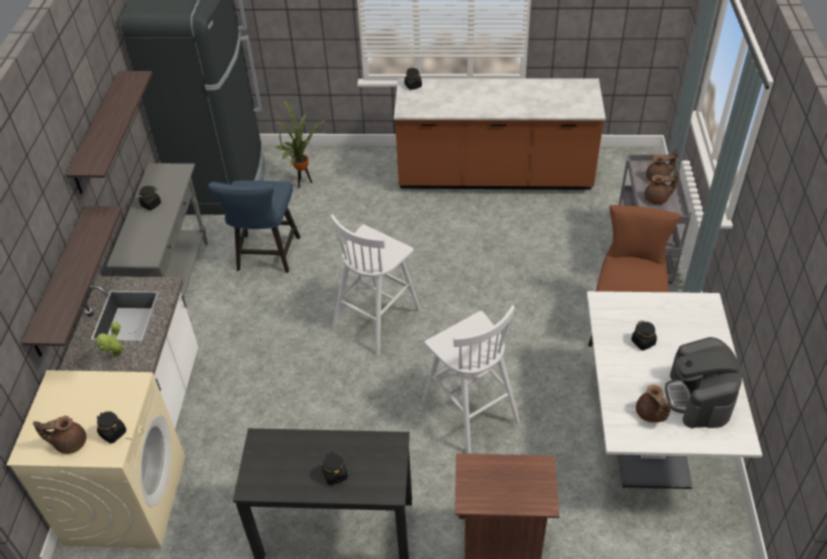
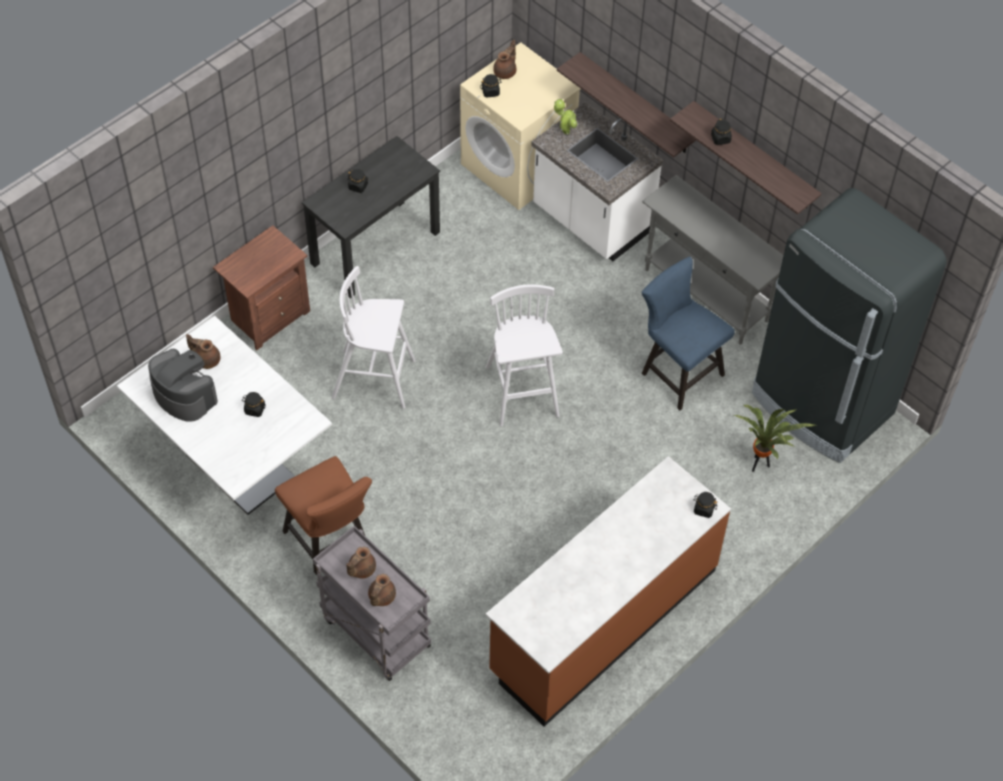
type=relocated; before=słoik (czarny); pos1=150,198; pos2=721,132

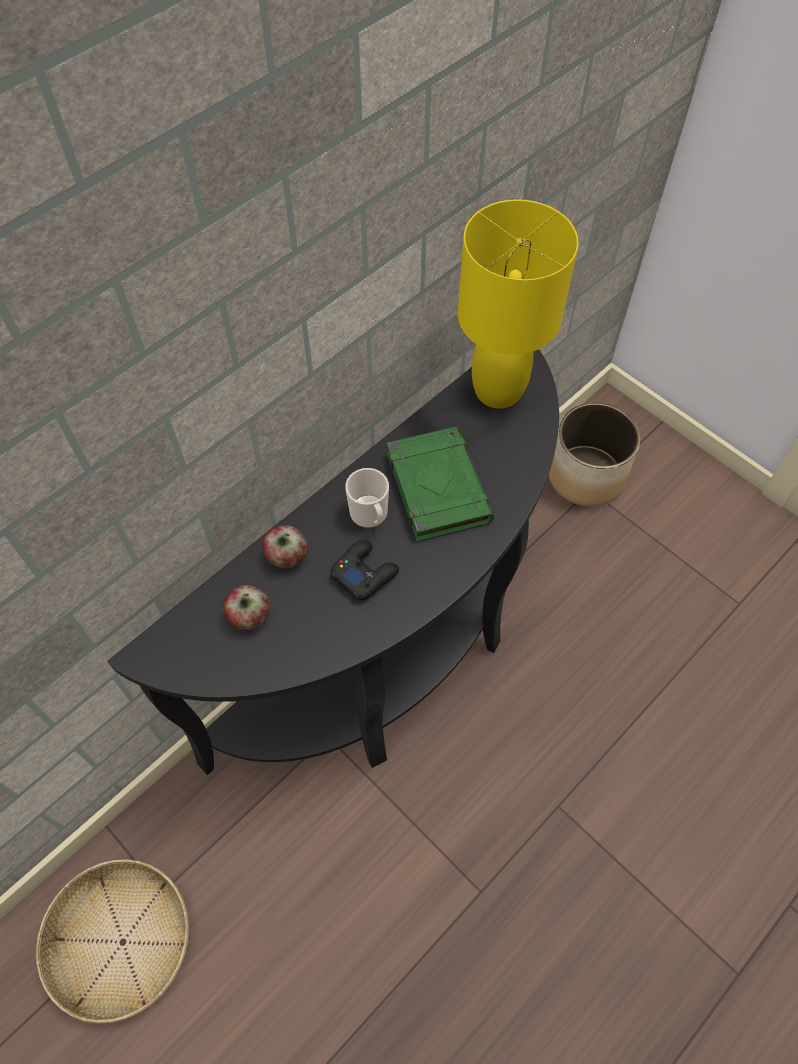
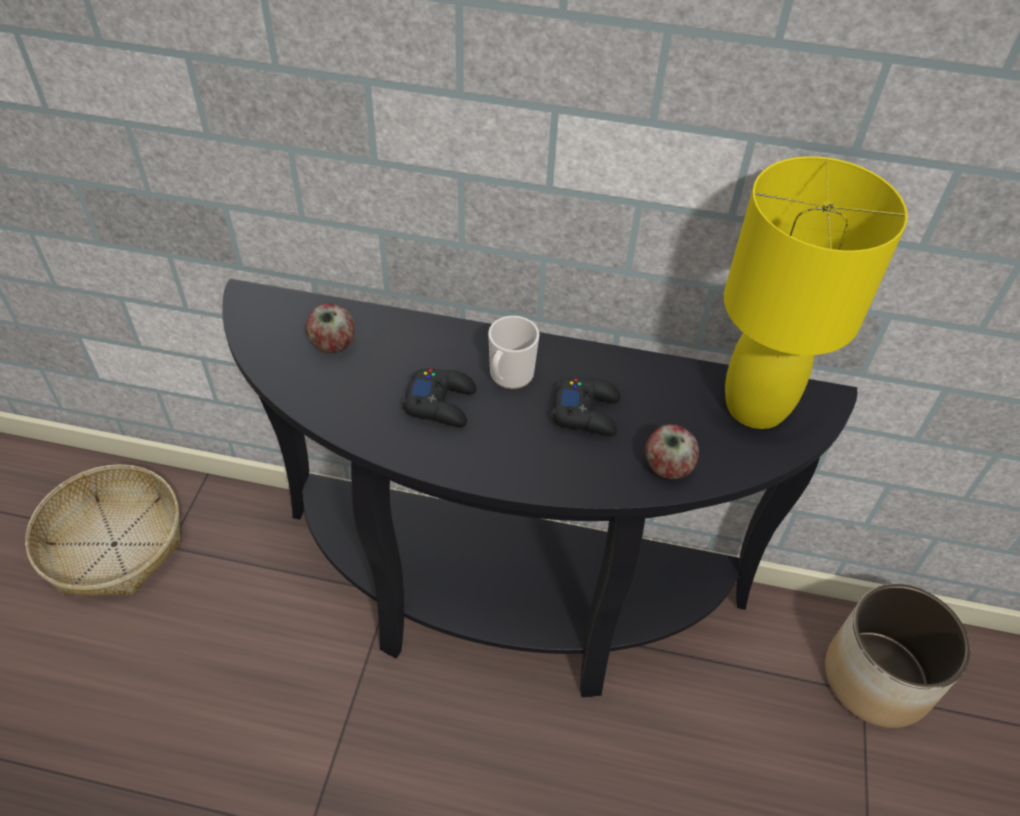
type=exchanged; before=książka (zielony); after=pad do gier (czarny); pos1=440,484; pos2=586,407
type=relocated; before=jabłko; pos1=285,547; pos2=672,451

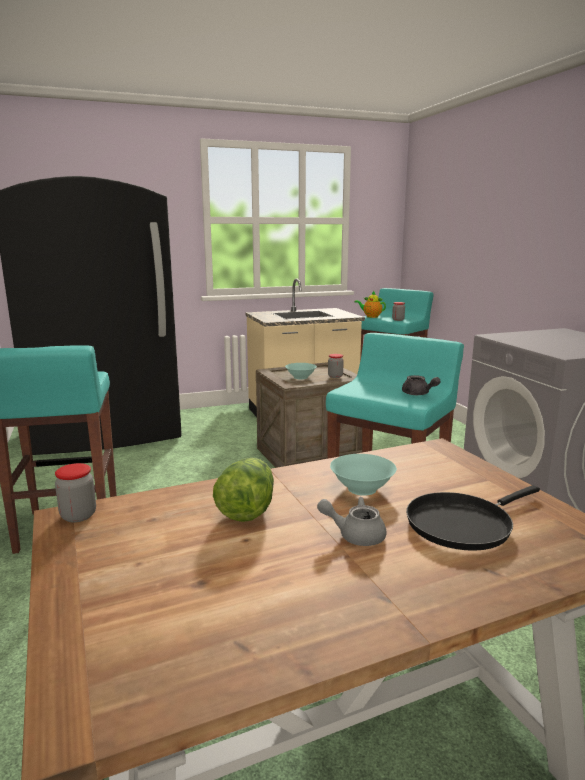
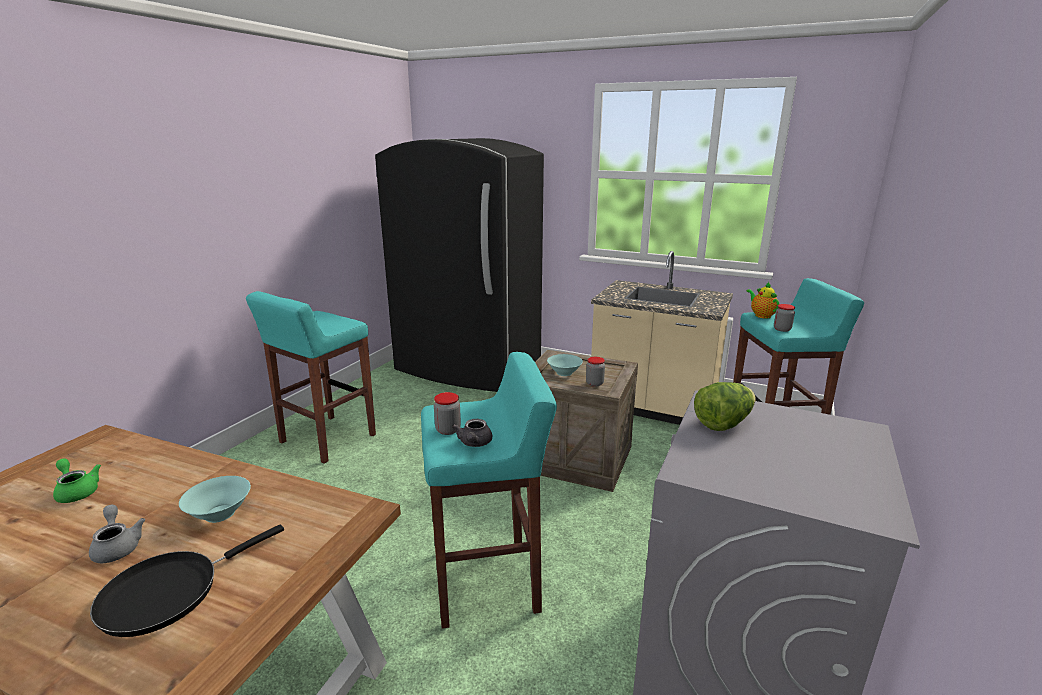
type=relocated; before=sałata; pos1=243,490; pos2=725,406
type=relocated; before=słoik; pos1=75,492; pos2=447,413
type=spun; before=patelnia (czarny); pos1=473,518; pos2=187,581; turn=-60
type=appeared; after=imbryk (zielony); pos2=77,481

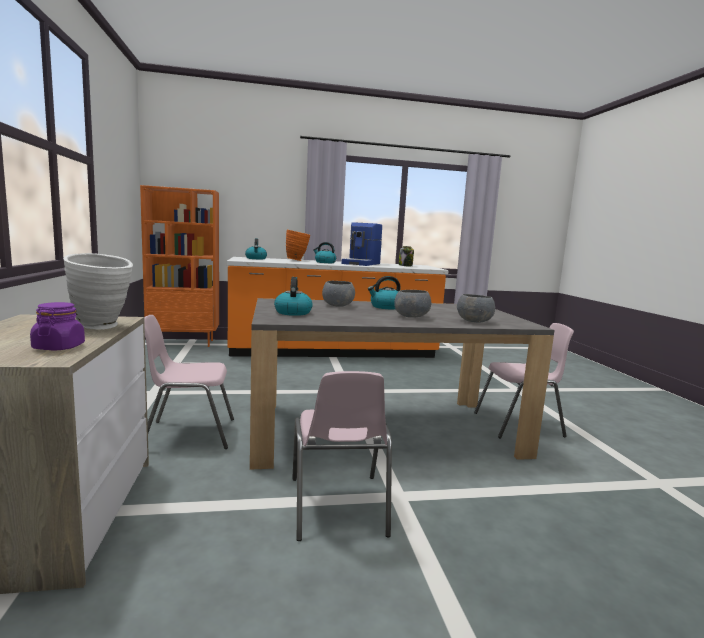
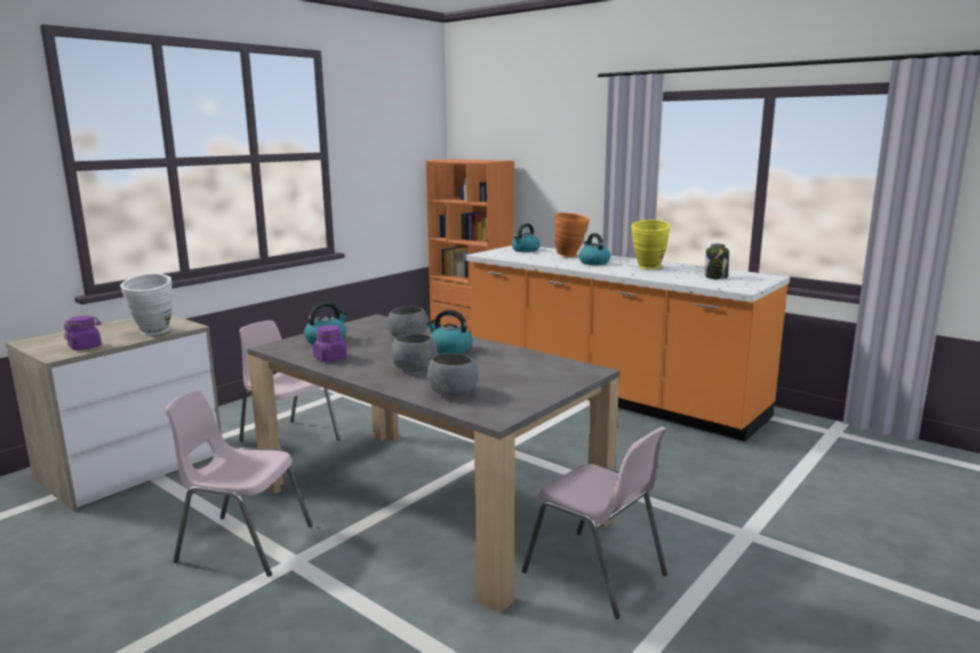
type=exchanged; before=ekspres do kawy; after=wazon (żółty); pos1=361,244; pos2=650,244
type=spun; before=krzesło (różowy); pos1=342,456; pos2=238,483; turn=60
type=appeared; after=słoik (fioletowy); pos2=330,343

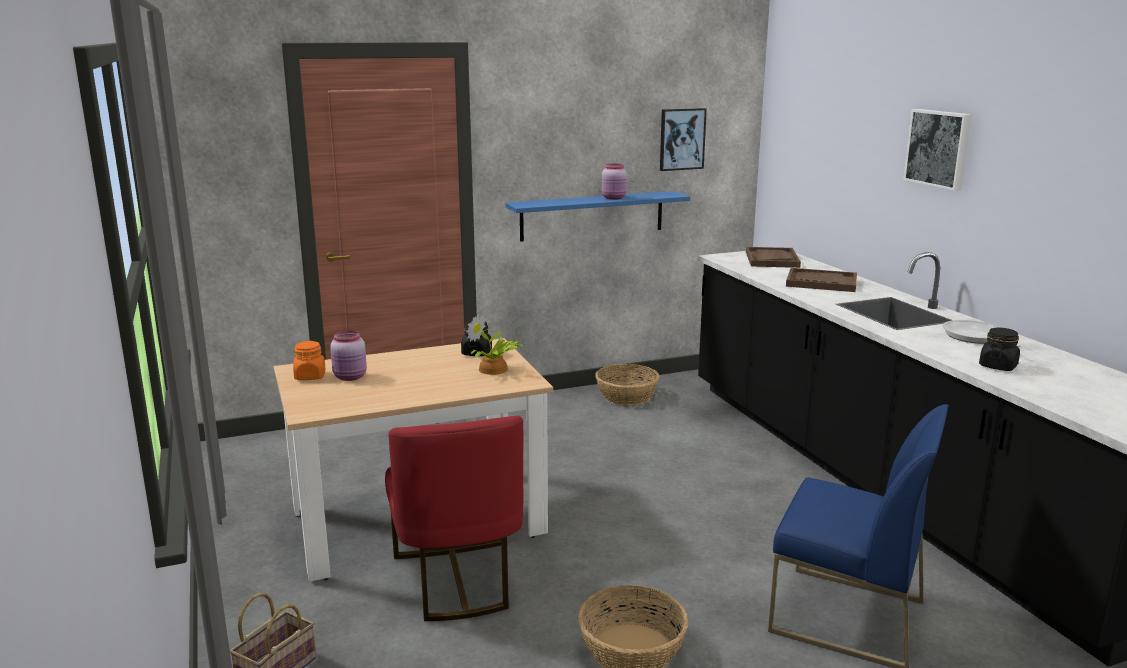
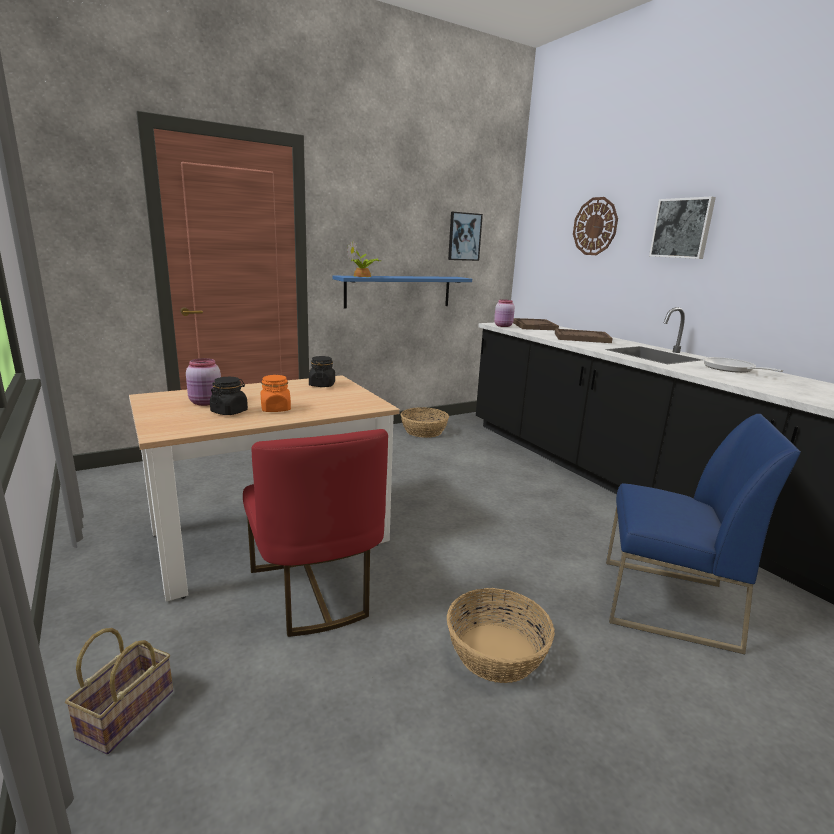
type=relocated; before=słoik (różowy); pos1=614,182; pos2=504,313
type=relocated; before=roślina doniczkowa; pos1=495,344; pos2=364,258
type=relocated; before=słoik (czarny); pos1=999,349; pos2=229,396
type=relocated; before=słoik (pomarańczowy); pos1=309,360; pos2=276,393
type=appeared; after=zegar ścienny; pos2=595,226

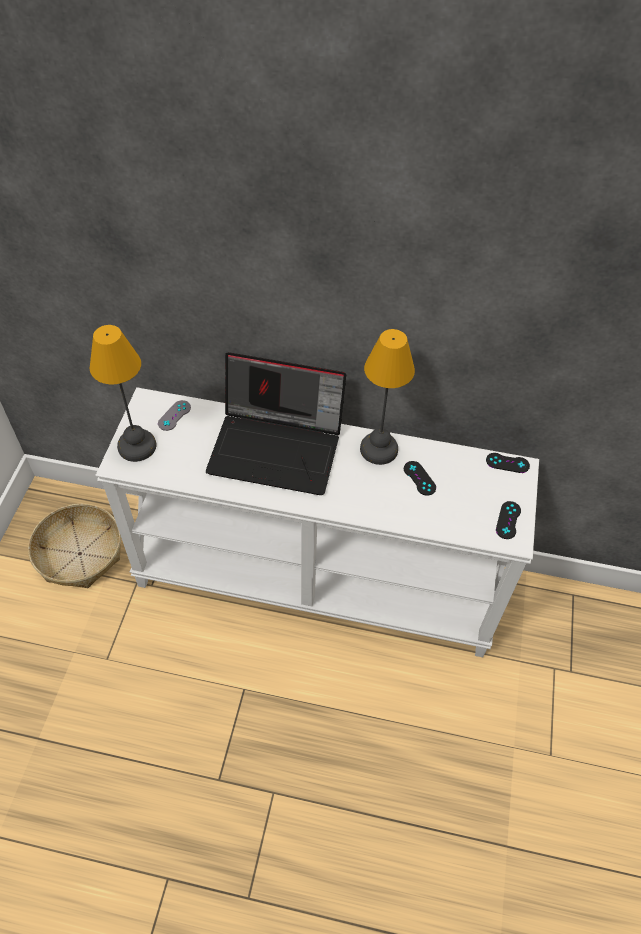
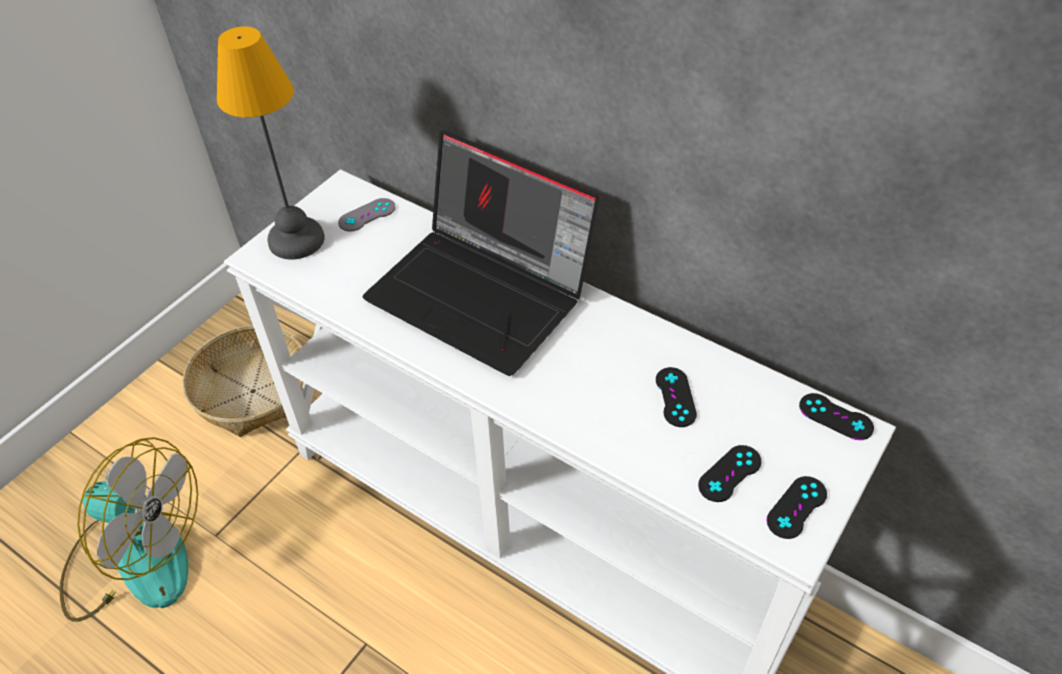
type=missing; before=lampa stołowa; pos1=387,397
type=appeared; after=wentylator; pos2=129,529
type=appeared; after=pad do gier (czarny); pos2=730,473

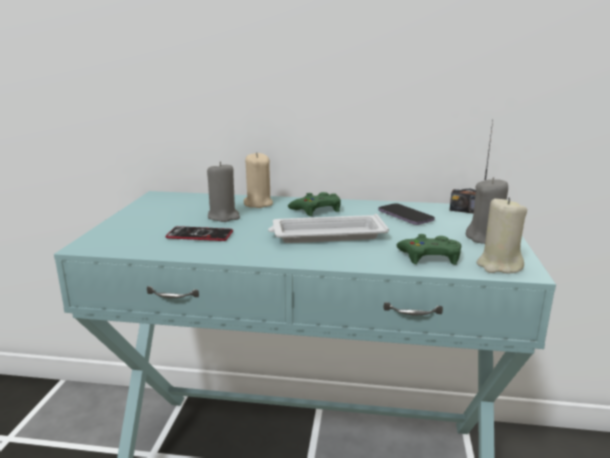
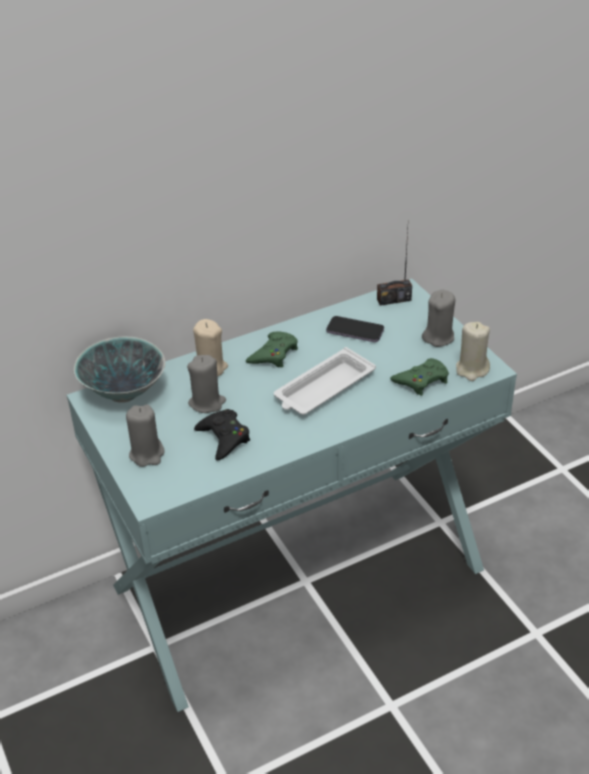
type=exchanged; before=telefon; after=pad do gier (czarny); pos1=199,233; pos2=222,435
type=appeared; after=miska; pos2=119,369
type=appeared; after=świeca (szary); pos2=145,436

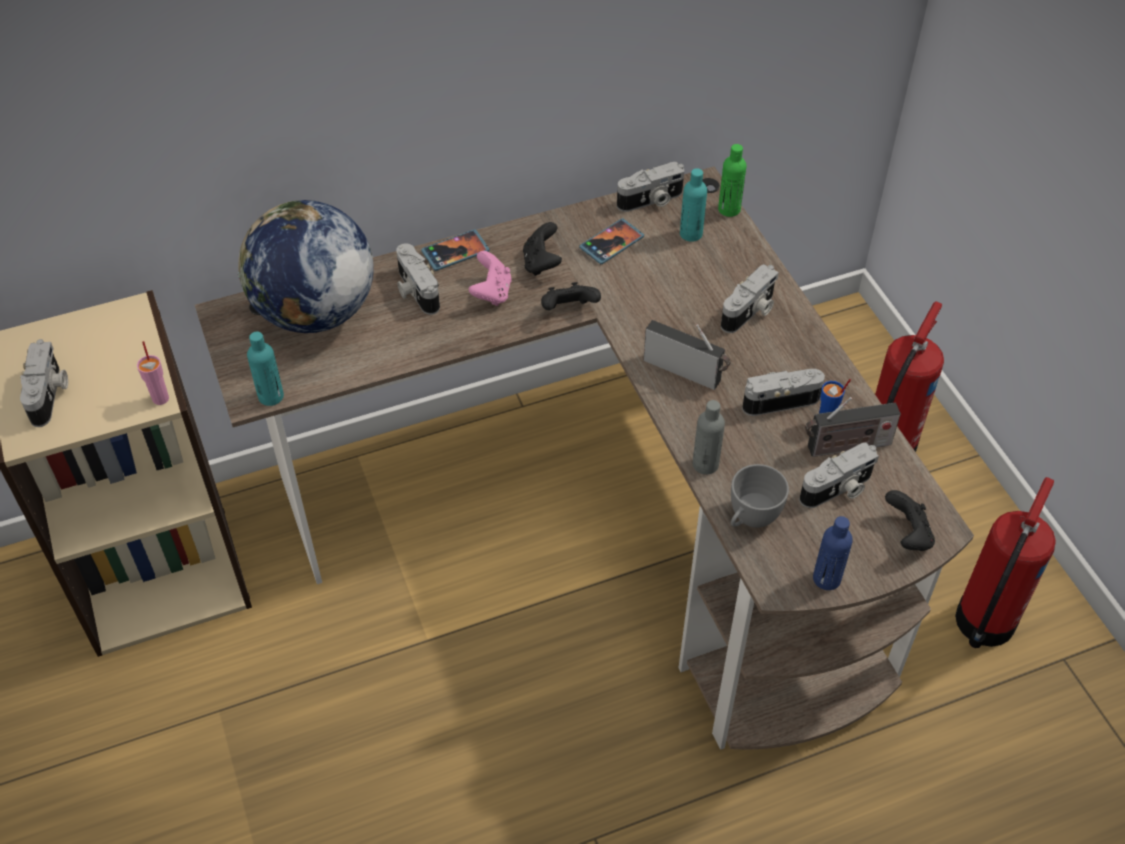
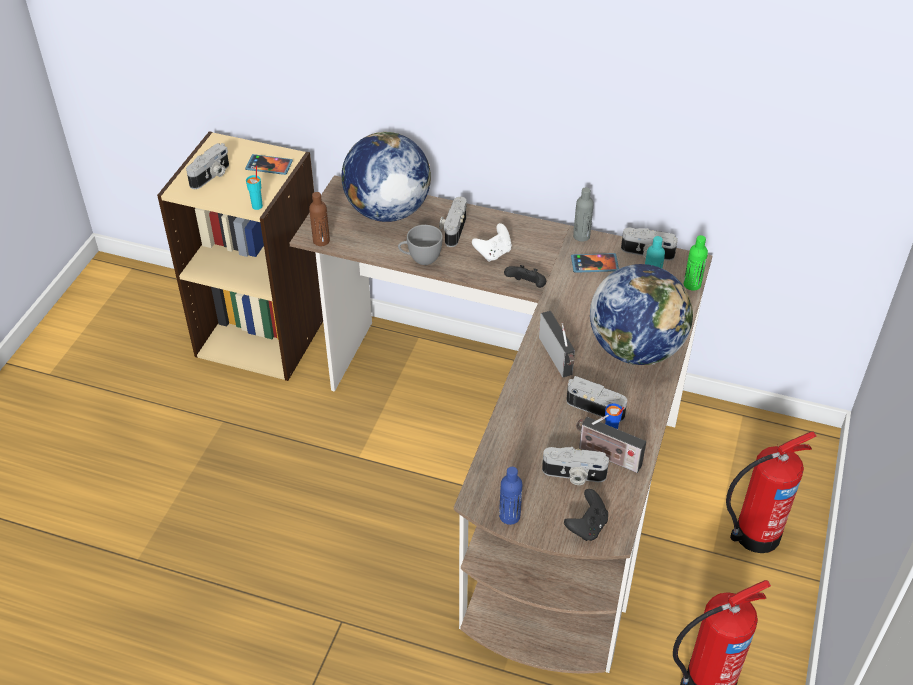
type=missing; before=pad do gier (czarny); pos1=542,249
type=relocated; before=telefon; pos1=455,250; pos2=269,164
type=colour; before=pad do gier (różowy); after=pad do gier (biały); pos1=490,278; pos2=492,242
type=exchanged; before=aparat fotograficzny; after=globus; pos1=750,298; pos2=641,314
type=colour; before=butelka (turkusowy); after=butelka (brązowy); pos1=265,369; pos2=319,219
type=colour; before=filiżanka (różowy); after=filiżanka (turkusowy); pos1=153,373; pos2=254,187
type=relocated; before=butelka (szary); pos1=709,437; pos2=583,214
type=relocated; before=filiżanka (szary); pos1=760,496; pos2=420,245

